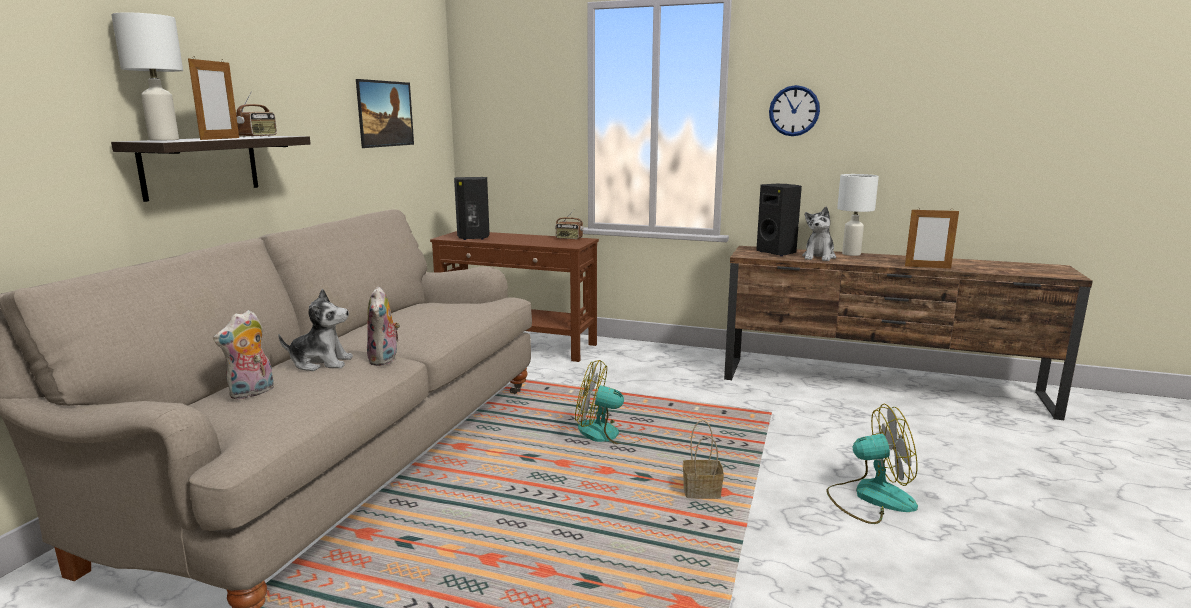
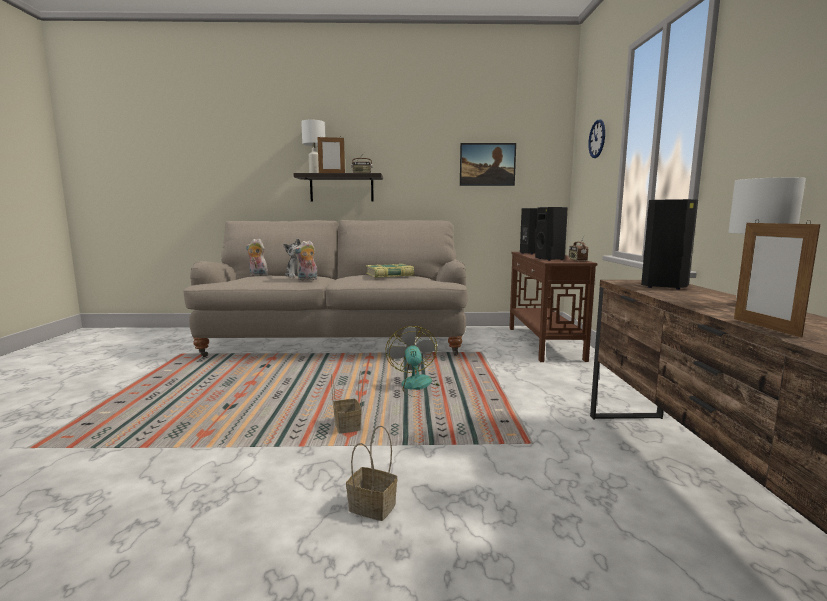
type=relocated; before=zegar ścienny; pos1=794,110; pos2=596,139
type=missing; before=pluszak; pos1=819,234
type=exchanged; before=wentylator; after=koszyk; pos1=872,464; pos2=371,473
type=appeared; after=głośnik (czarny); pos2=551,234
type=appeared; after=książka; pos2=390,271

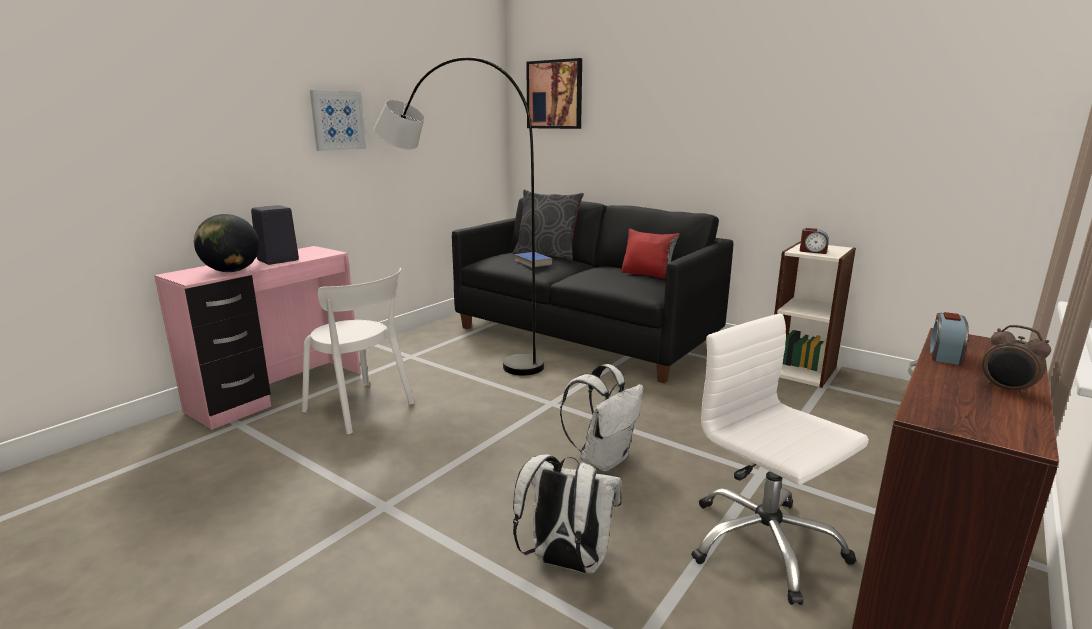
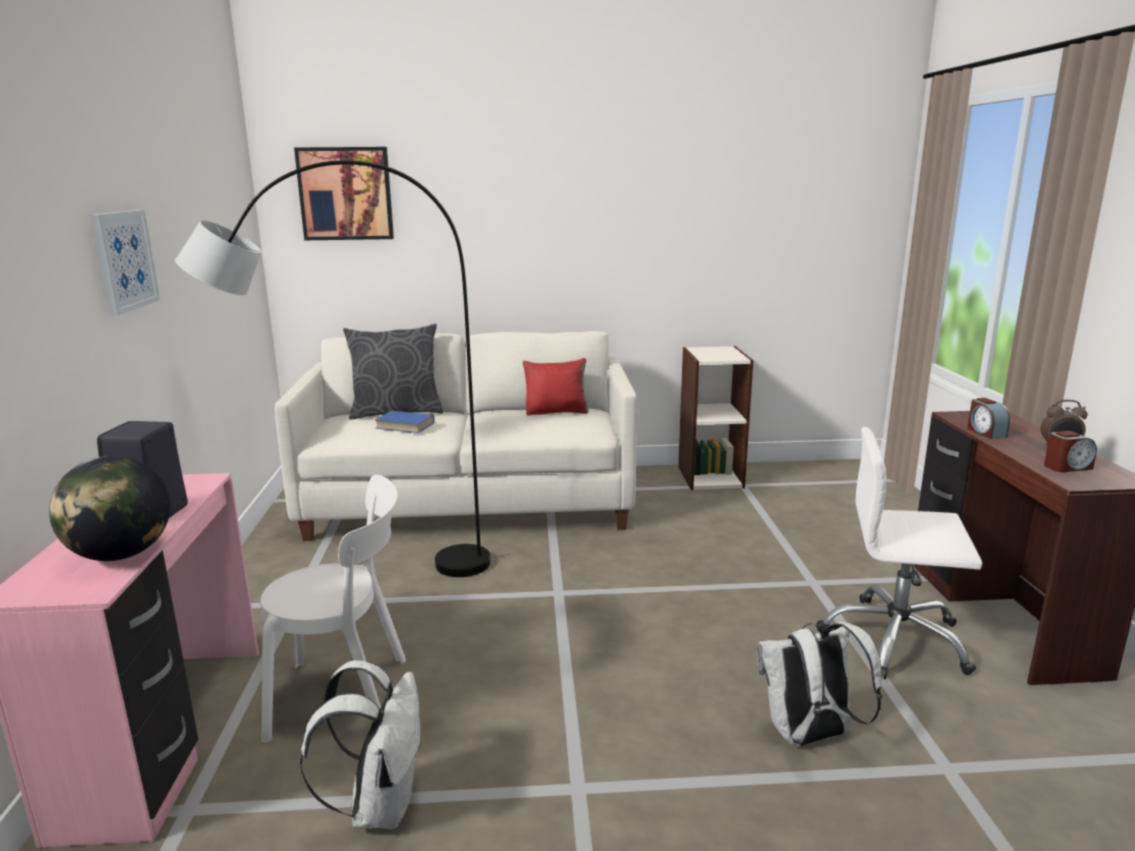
type=colour; before=kanapa (czarny); after=kanapa (biały); pos1=592,290; pos2=456,436
type=relocated; before=budzik; pos1=814,241; pos2=1070,451
type=relocated; before=plecak (biały); pos1=601,417; pos2=361,744

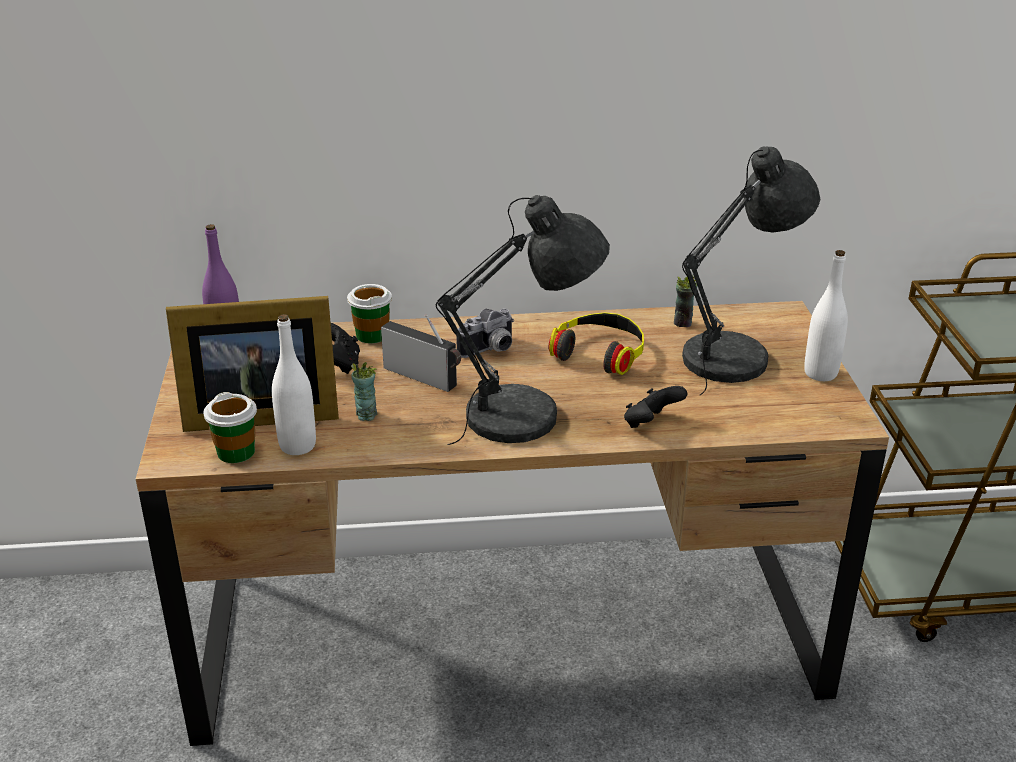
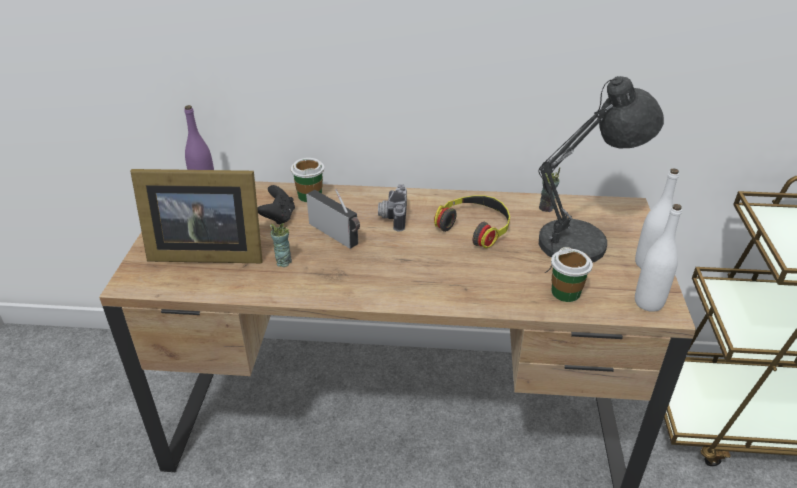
type=missing; before=lampa stołowa (szary); pos1=523,320
type=spun; before=aparat fotograficzny; pos1=485,333; pos2=392,208; turn=120
type=relocated; before=butelka (biały); pos1=294,384; pos2=658,258
type=missing; before=pad do gier (czarny); pos1=655,407
type=relocated; before=filiżanka; pos1=230,427; pos2=572,274

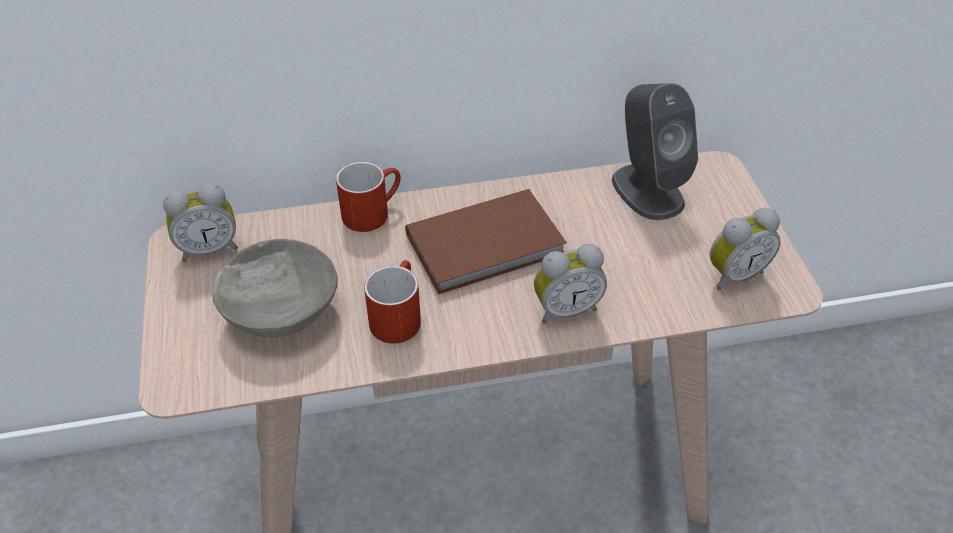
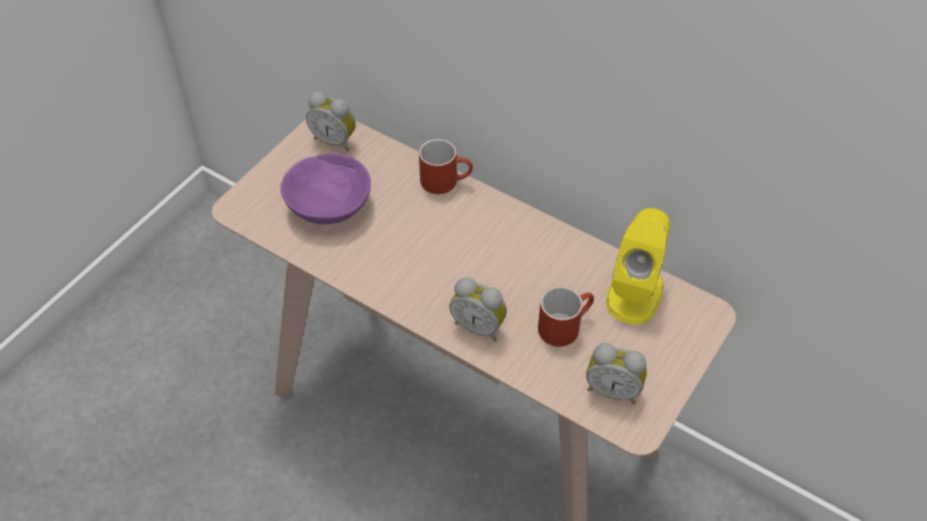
type=colour; before=głośnik (szary); after=głośnik (żółty); pos1=655,151; pos2=638,266
type=missing; before=książka (brązowy); pos1=486,242
type=colour; before=miska (szary); after=miska (fioletowy); pos1=275,288; pos2=326,188
type=relocated; before=kubek (czerwony); pos1=392,302; pos2=566,316

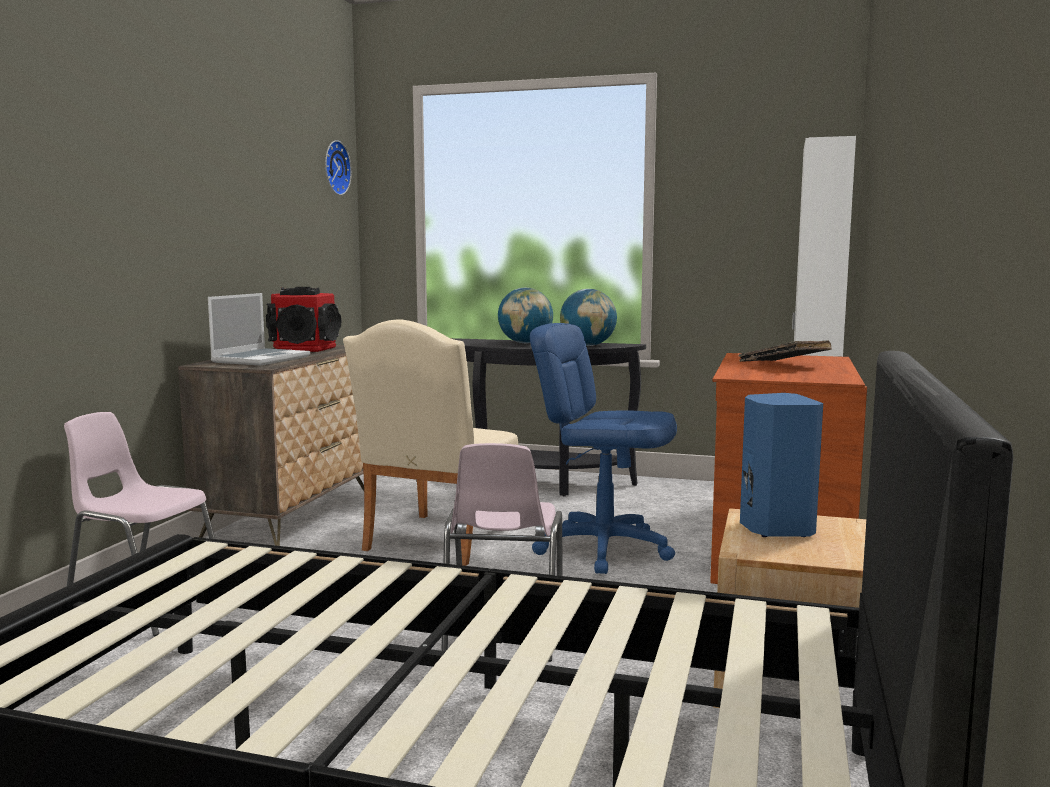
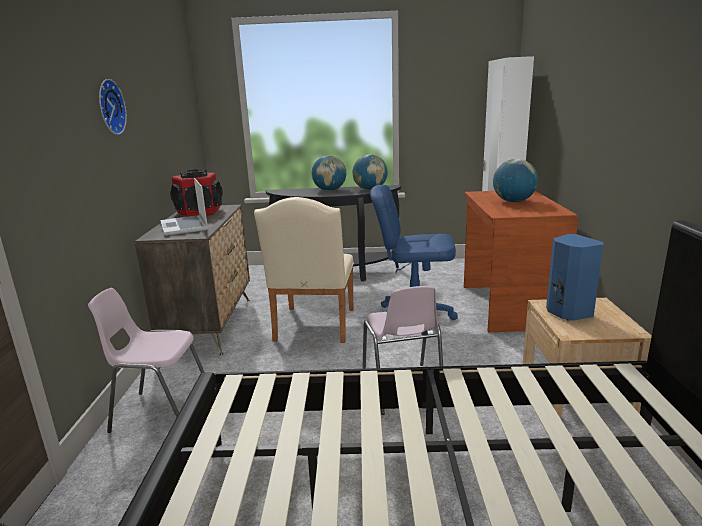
type=relocated; before=zegar ścienny; pos1=338,167; pos2=113,107
type=spun; before=laptop; pos1=259,329; pos2=184,207; turn=150
type=exchanged; before=książka (czarny); after=globus; pos1=785,351; pos2=515,180

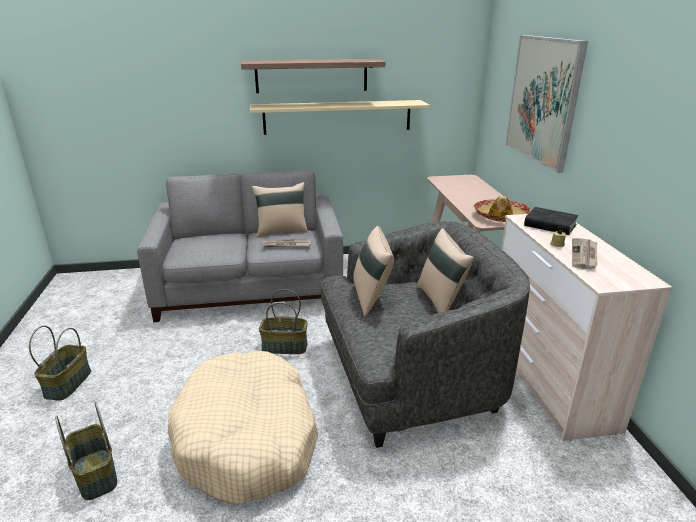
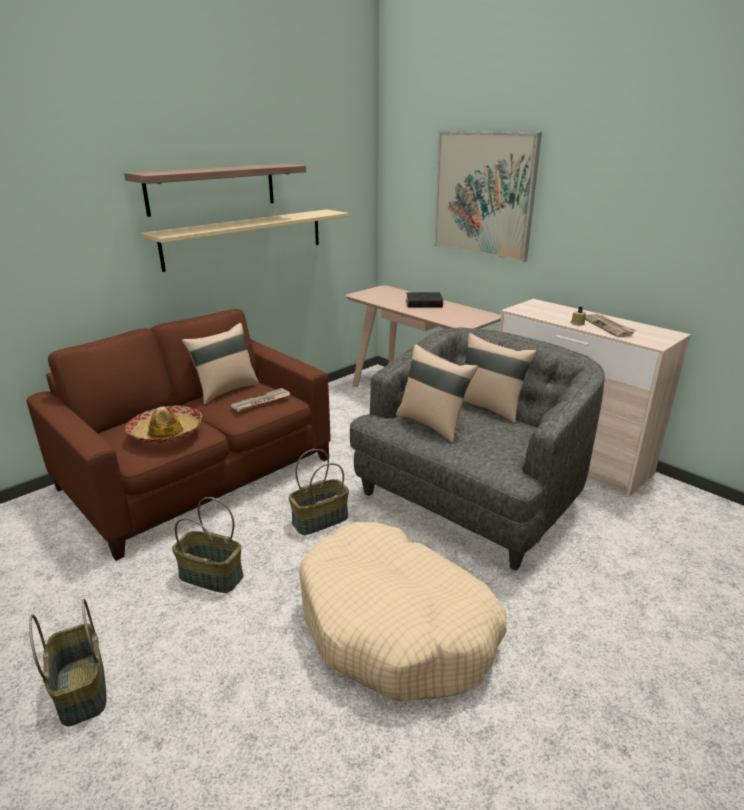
type=colour; before=kanapa (szary); after=kanapa (brązowy); pos1=240,246; pos2=178,435
type=relocated; before=kapelusz; pos1=502,209; pos2=163,424
type=relocated; before=książka (czarny); pos1=551,221; pos2=424,300
type=relocated; before=koszyk; pos1=86,451; pos2=207,545

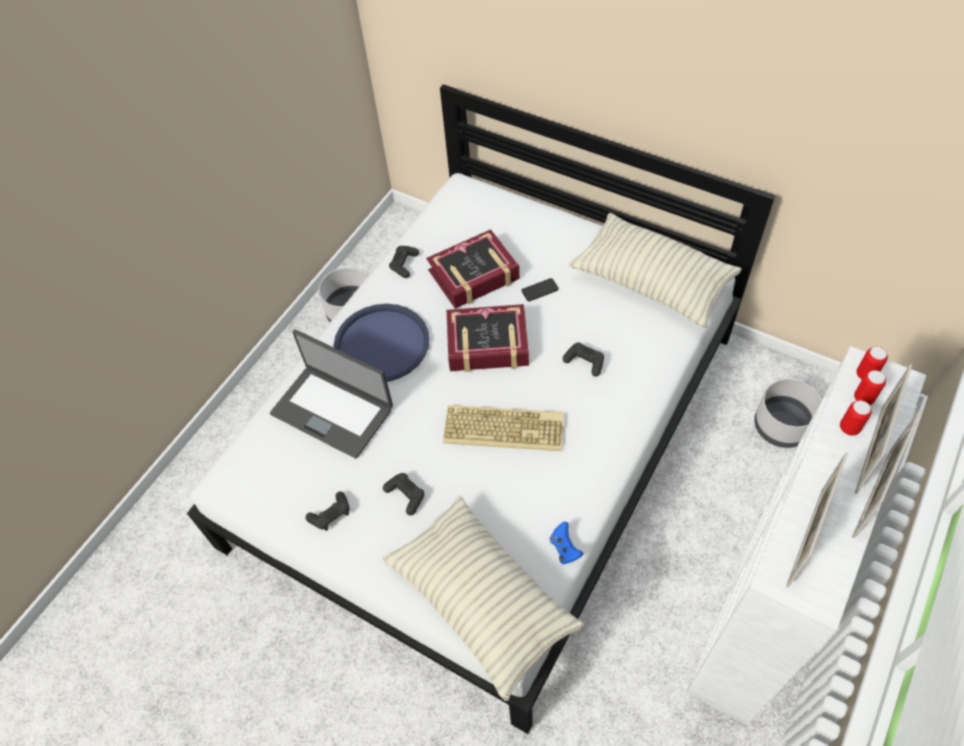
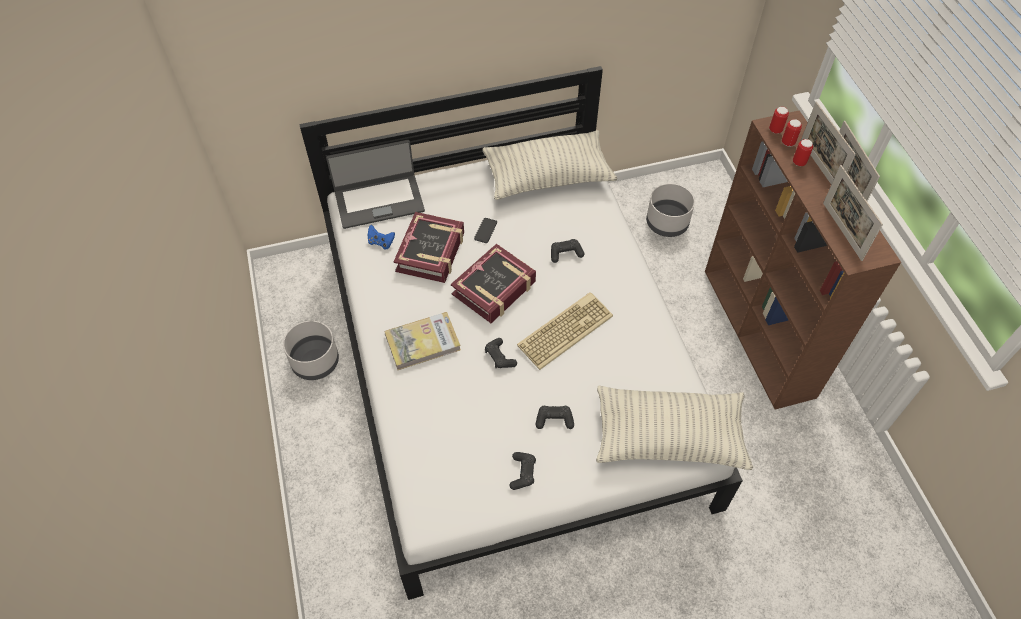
type=relocated; before=pad do gier (czarny); pos1=404,262; pos2=501,353
type=exchanged; before=taca (niebieski); after=książka; pos1=382,343; pos2=423,341
type=relocated; before=laptop; pos1=331,394; pos2=375,184
type=colour; before=regał (biały); after=regał (brązowy); pos1=806,535; pos2=803,260
type=relocated; before=pad do gier (niebieski); pos1=566,543; pos2=381,237

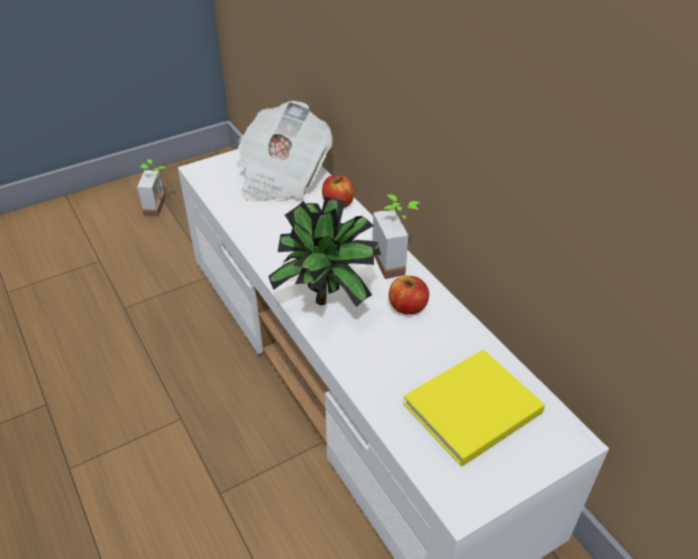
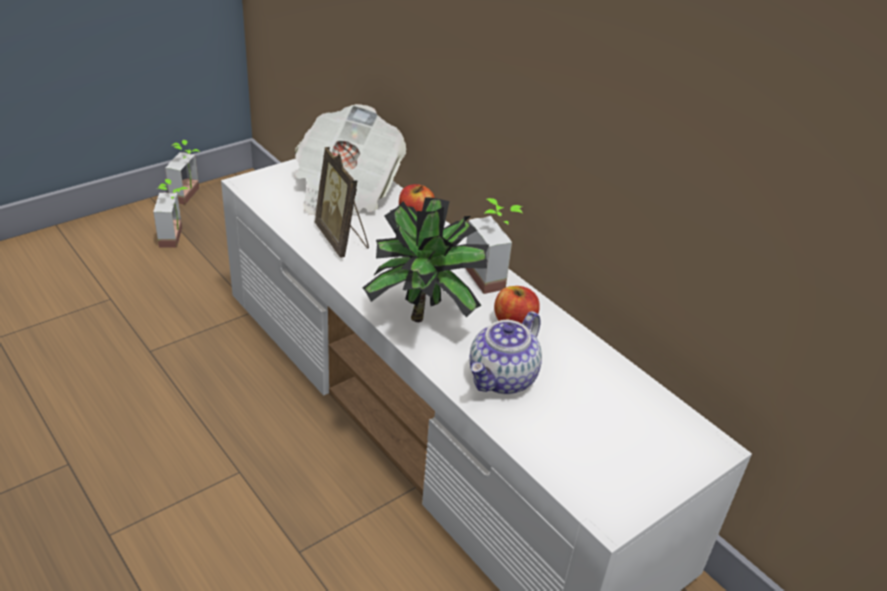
type=missing; before=książka (żółty); pos1=474,408
type=appeared; after=roślina doniczkowa; pos2=182,172
type=appeared; after=ramka na zdjęcie; pos2=342,202
type=appeared; after=imbryk; pos2=505,352

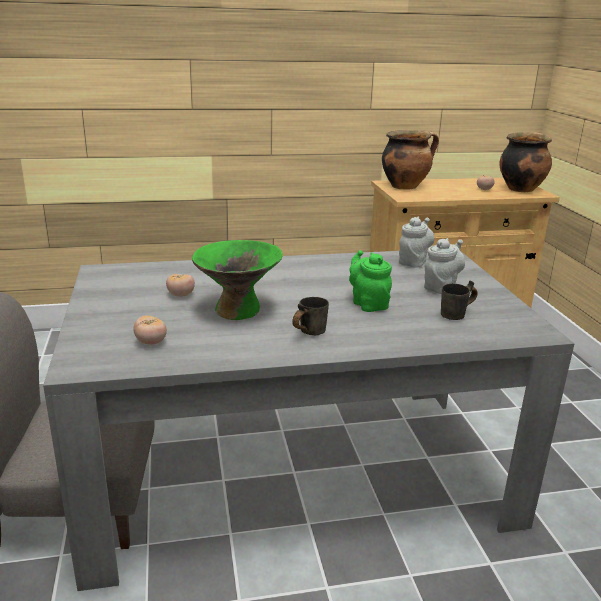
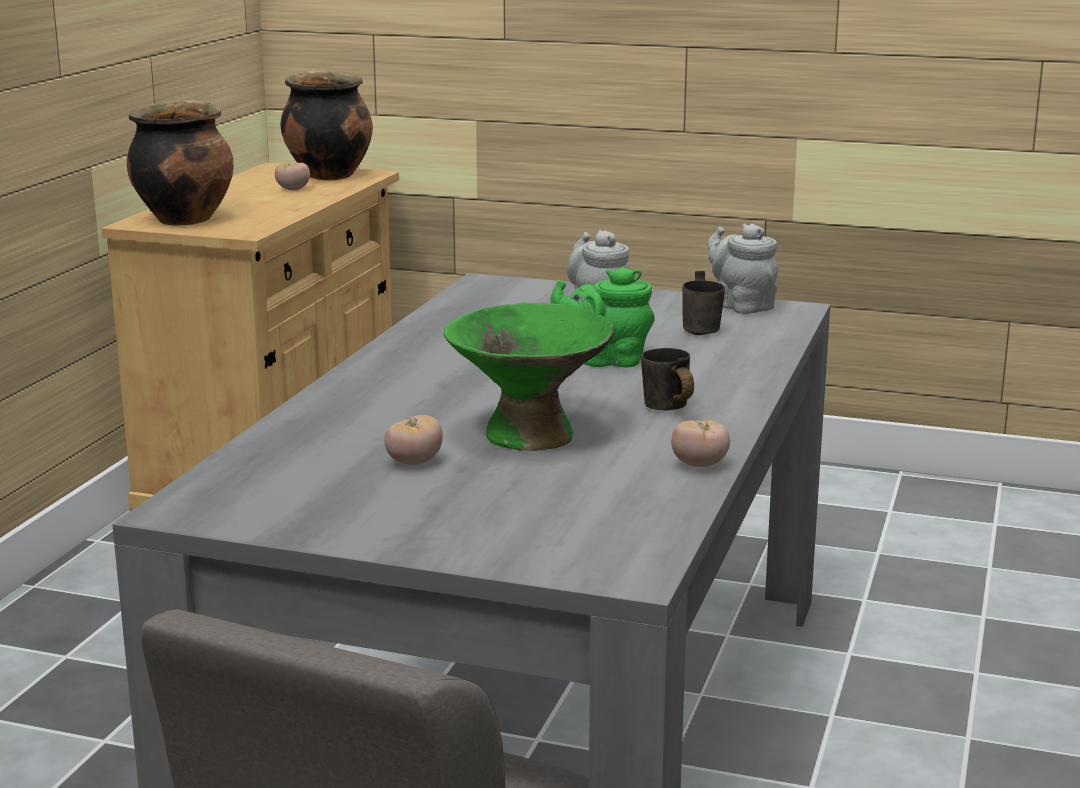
type=relocated; before=imbryk (szary); pos1=416,242; pos2=743,269
type=relocated; before=pomidor; pos1=150,330; pos2=700,443

